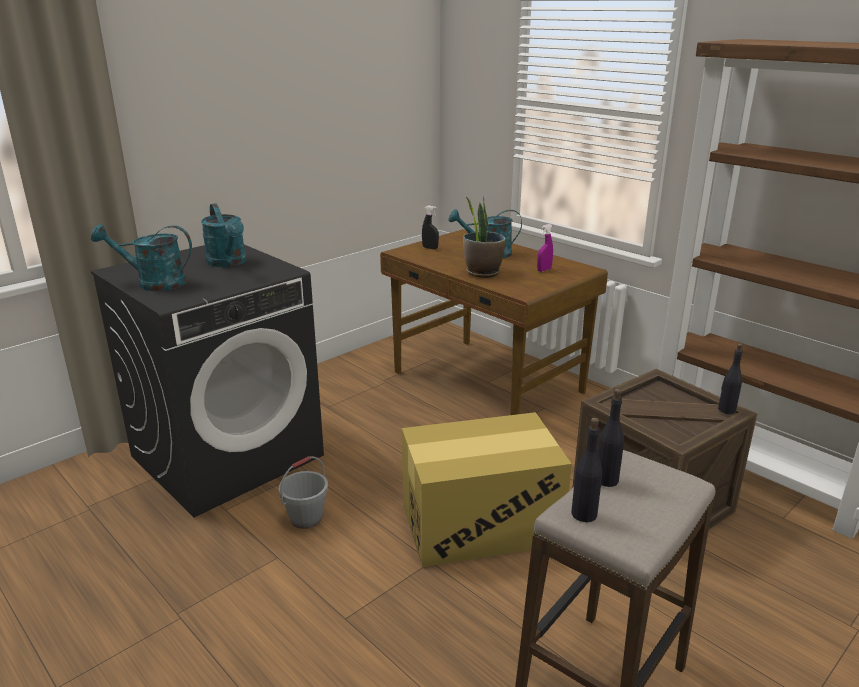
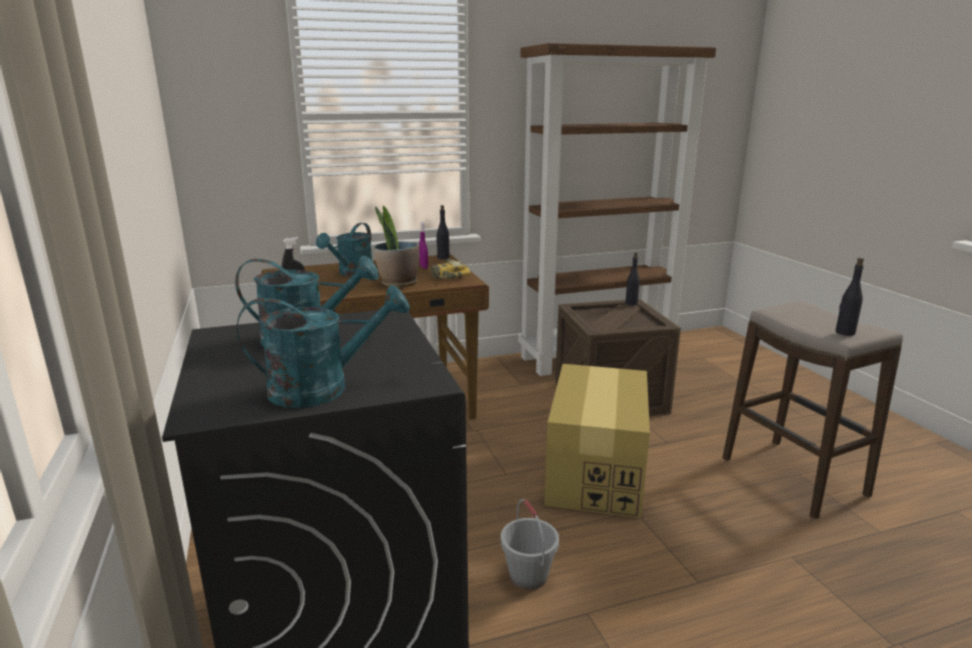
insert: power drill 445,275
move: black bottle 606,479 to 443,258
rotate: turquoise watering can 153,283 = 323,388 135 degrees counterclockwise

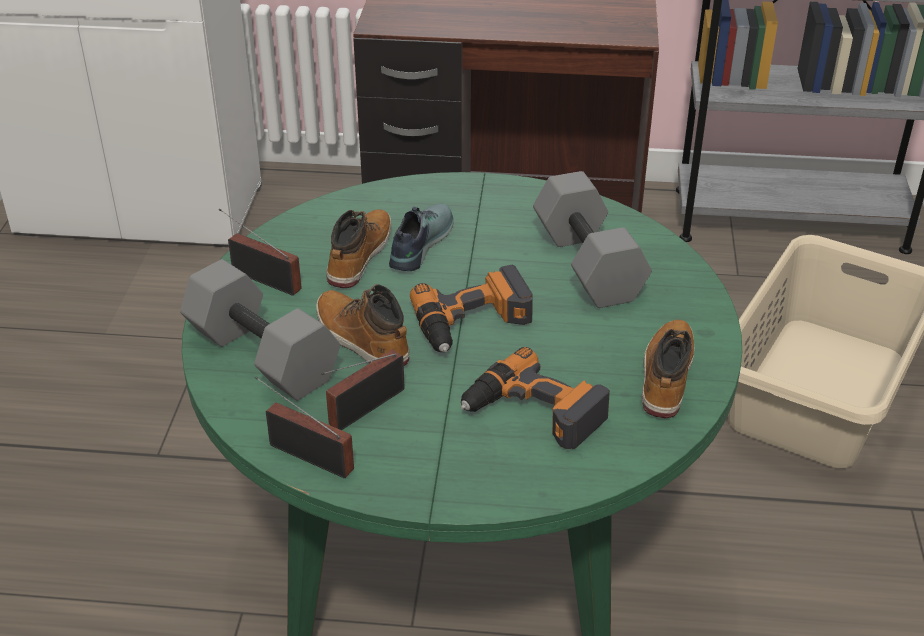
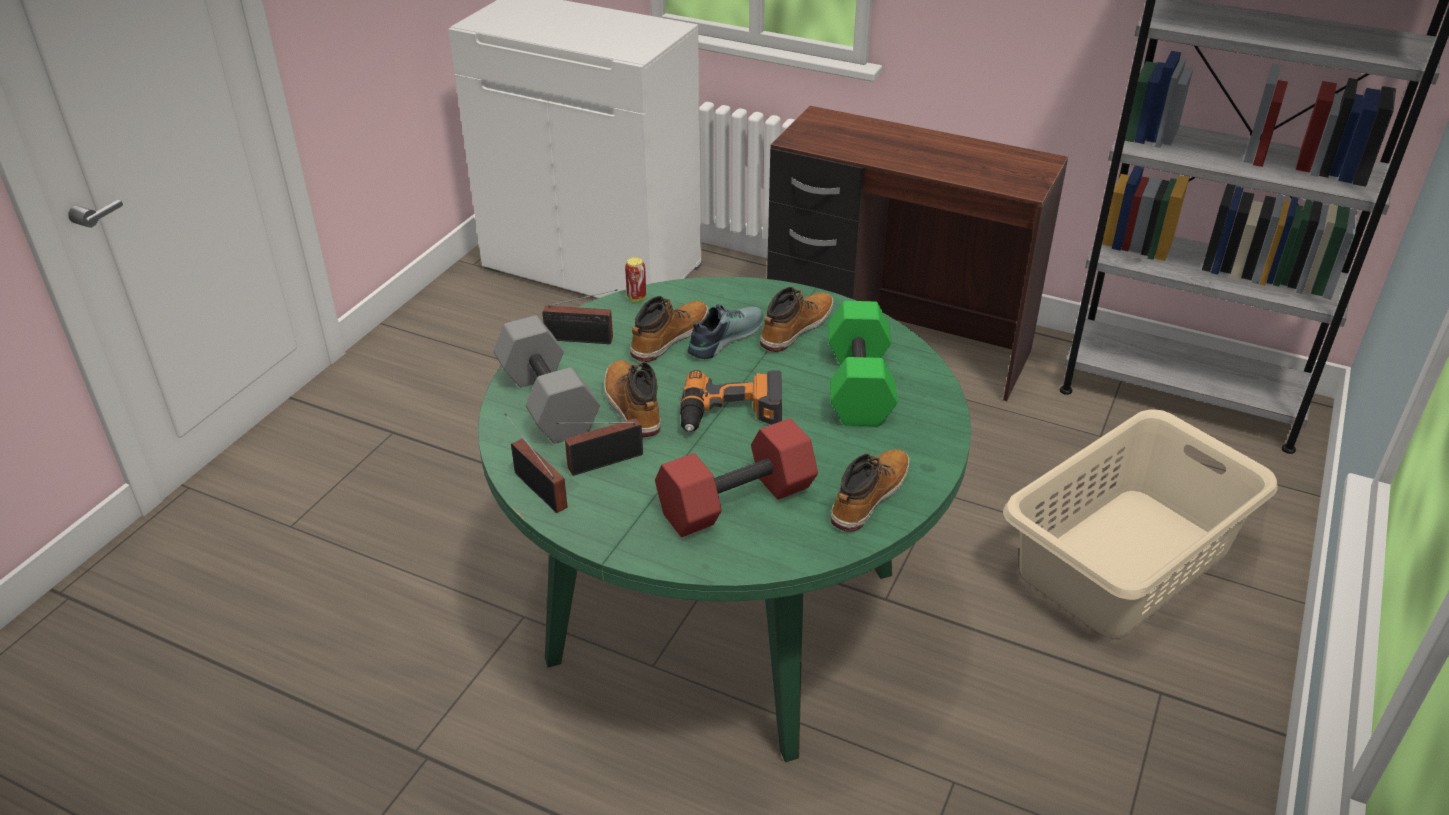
insert: can 636,297; boot 795,328
replace: power drill 533,413 to red dumbbell 736,499
recolor: grey dumbbell 590,264 to green dumbbell 861,386
rotate: radio 263,278 = 583,339 135 degrees clockwise

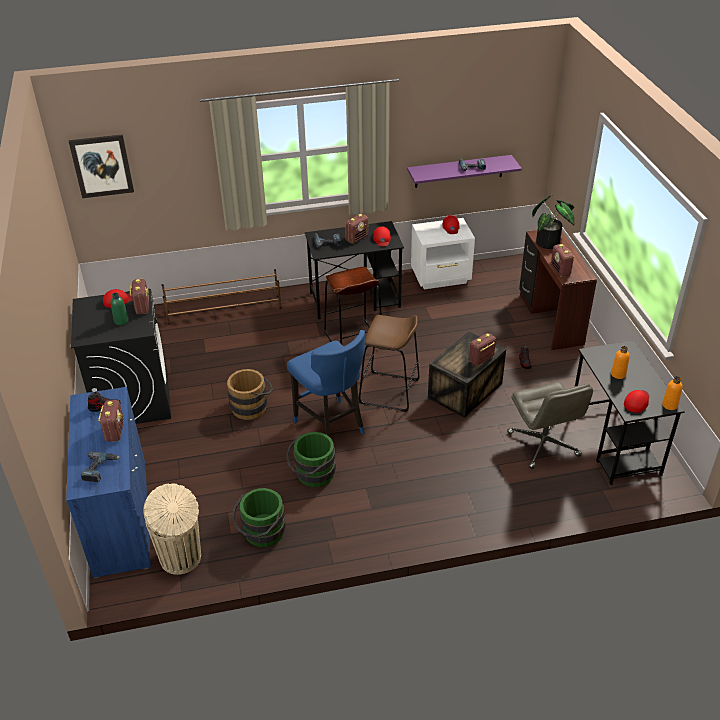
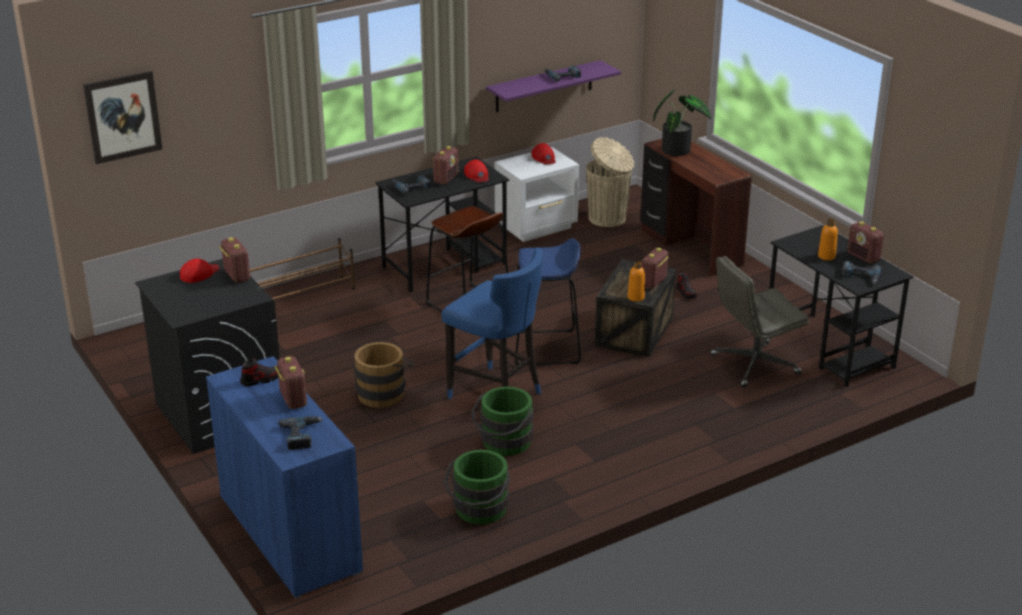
delete: green bottle 121,321
move: beige trash can 181,558 to 608,218; orange bottle 669,405 to 636,297; radio 560,271 to 863,257
replace: red cap 637,402 to power drill 860,276
recolor: brown stool 389,391 to blue stool 545,348
rotate: grey office chair 544,445 = 754,365 105 degrees clockwise

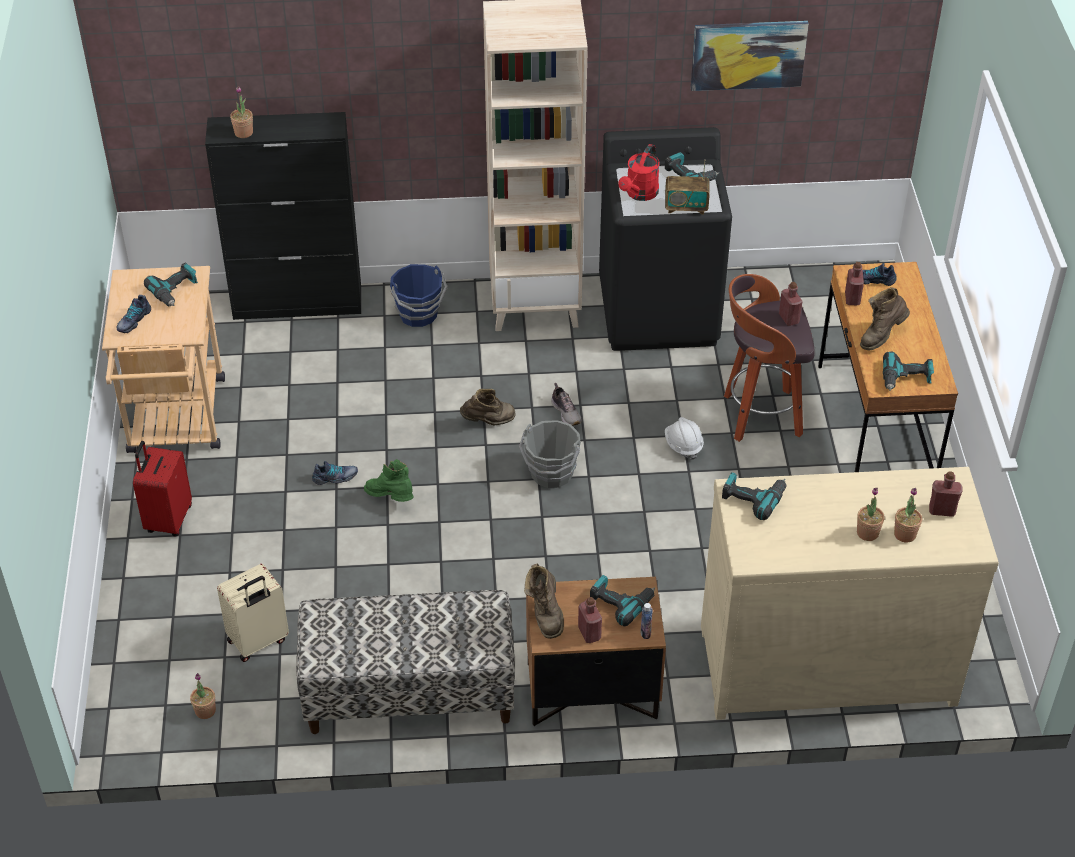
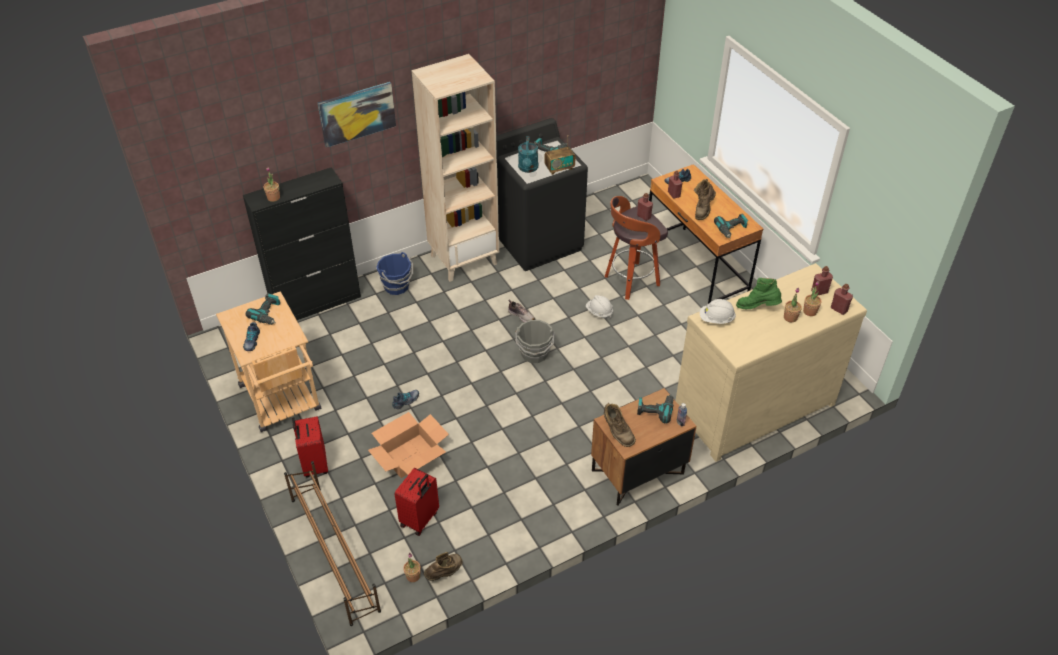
delete: bench 409,694
insert: brown shoe rack 334,553; cardboard box 410,456
move: picture 748,54 to 357,113; brown boot 488,422 to 445,573; green boot 391,499 to 757,307; red bottle 589,633 to 839,309
replace: power drill 753,497 to white hard hat 716,319
recolor: beige suitcase 258,641 to red suitcase 420,519; red watering can 639,194 to turquoise watering can 528,169

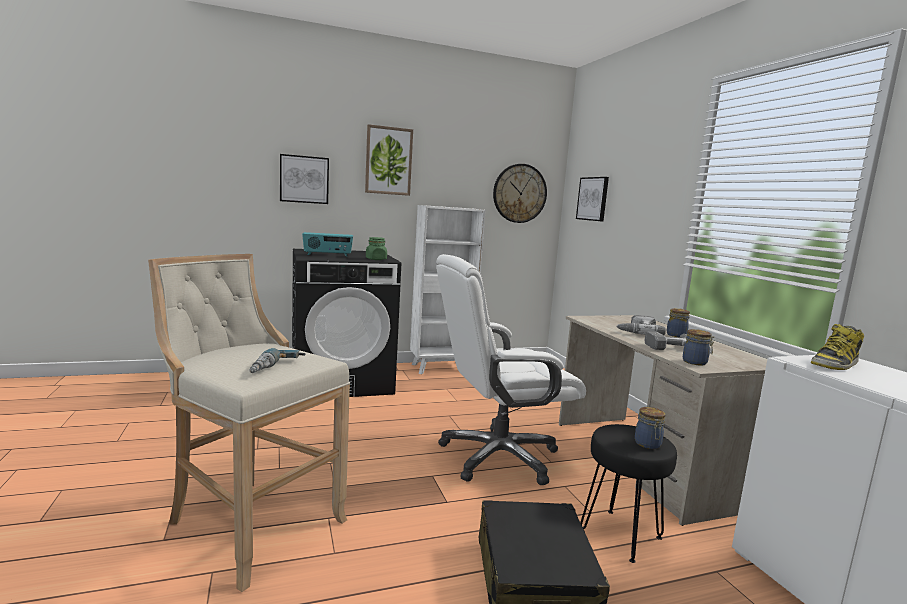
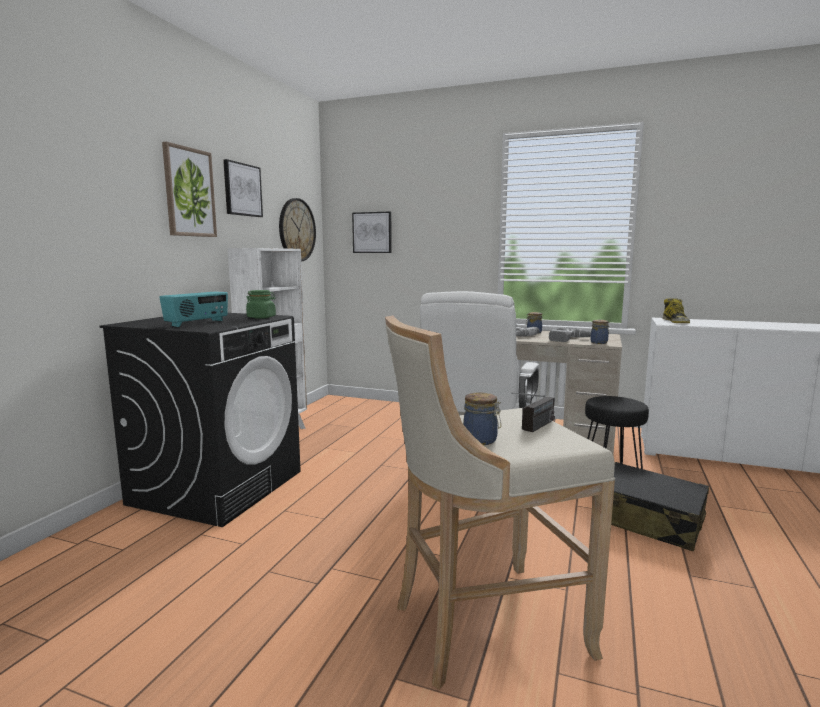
move: picture 304,179 to 242,189; jar 648,444 to 481,440
replace: power drill 277,369 to radio 533,428

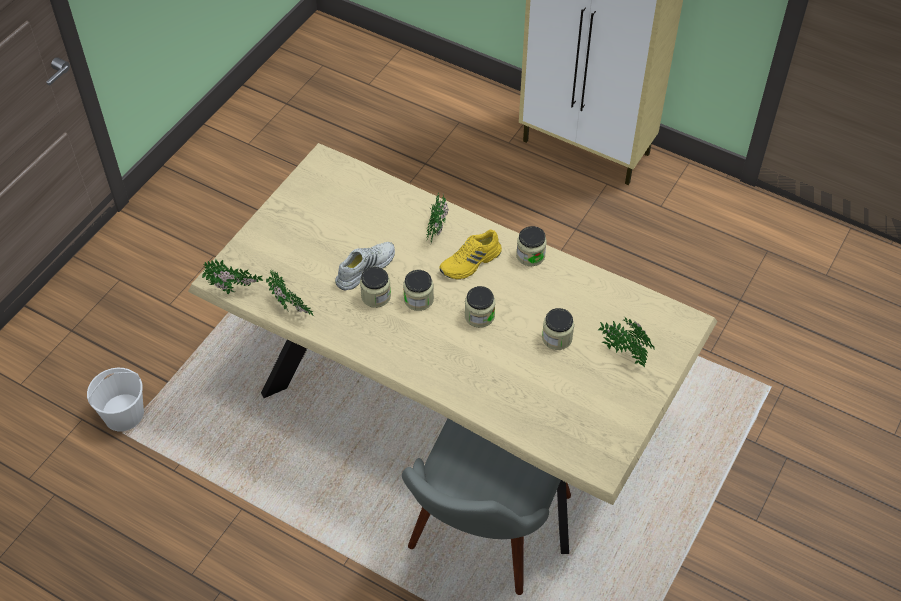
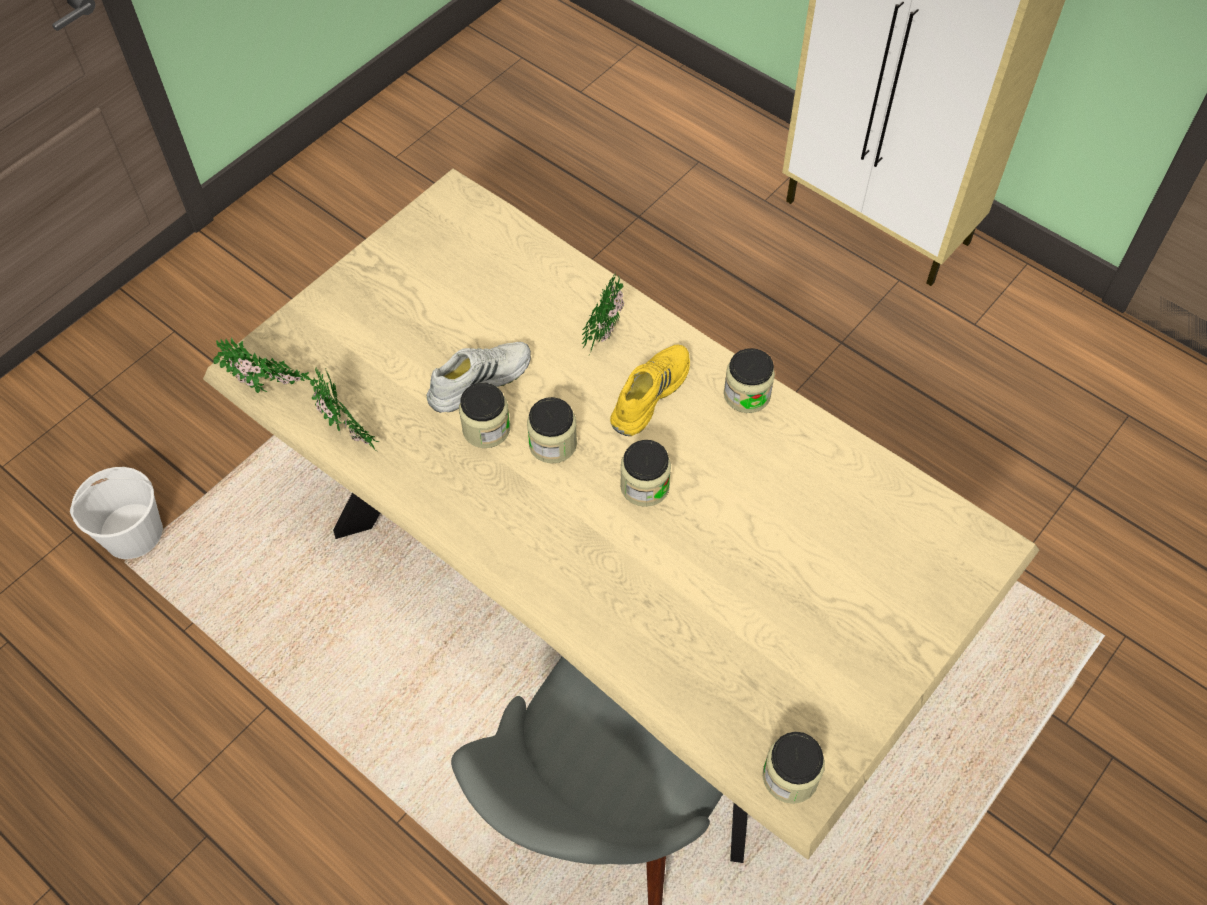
delete: potted plant 624,353
move: jar 557,338 to 790,776
rotate: yellow shoe 471,263 = 649,393 150 degrees clockwise

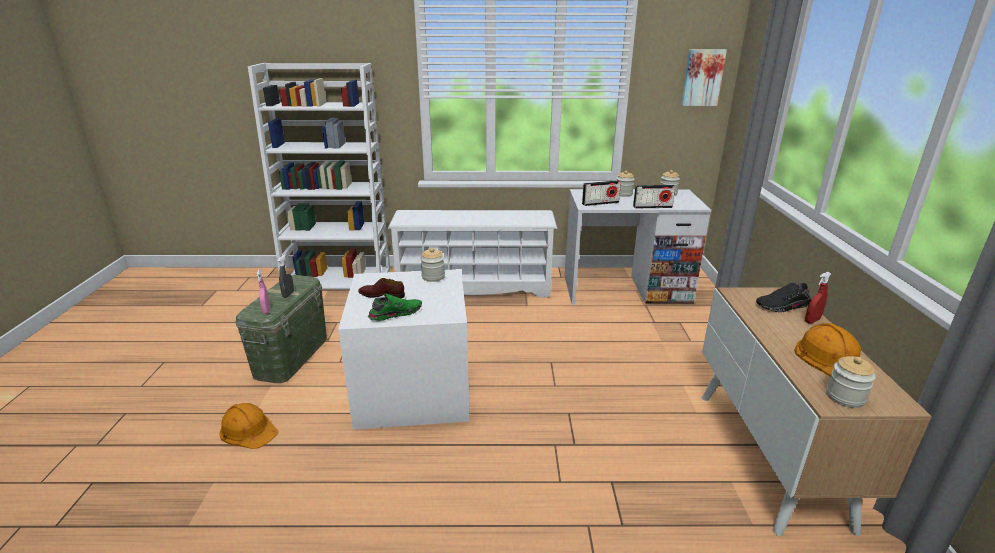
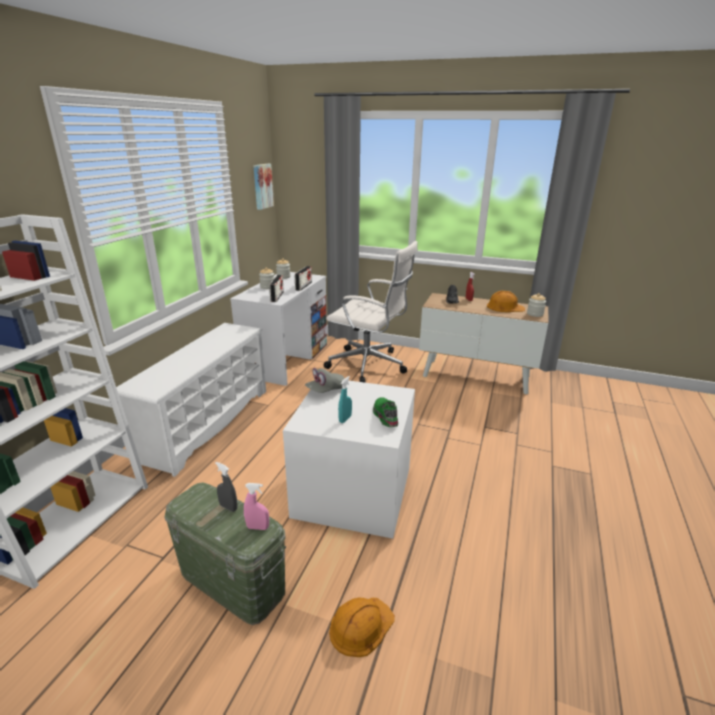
insert: white office chair 369,365
replace: jar 433,277 to grey cap 326,390; brown shoe 381,295 to turquoise spray bottle 345,419

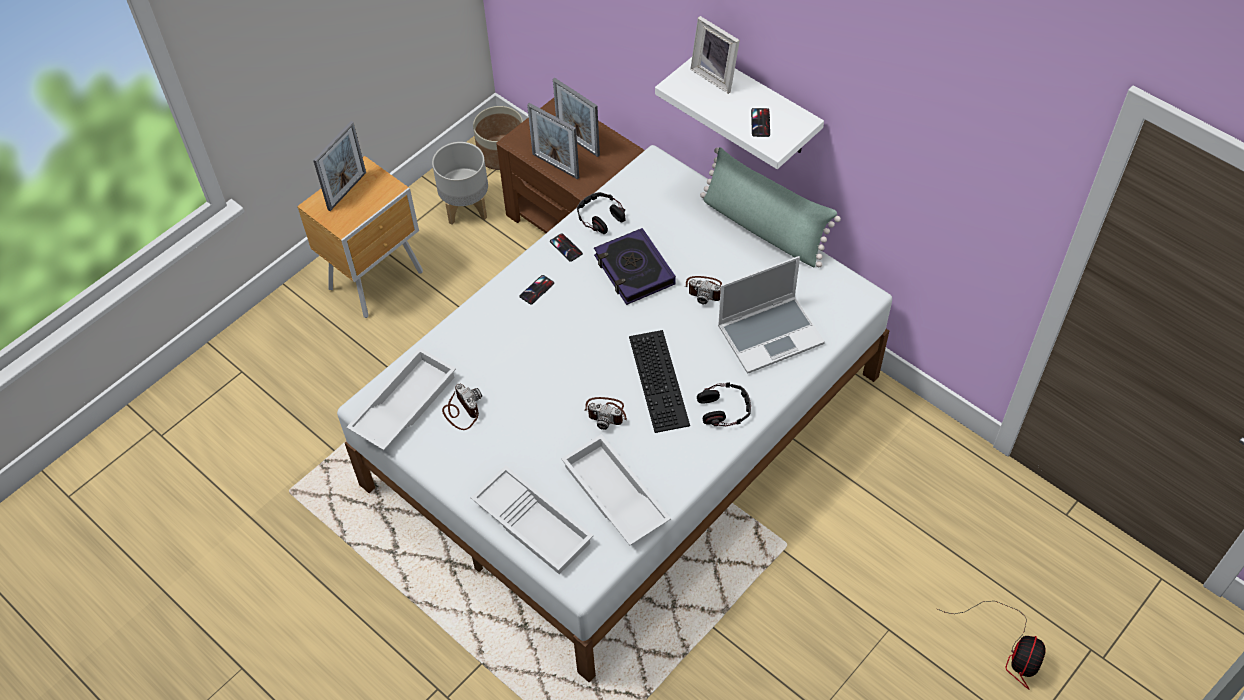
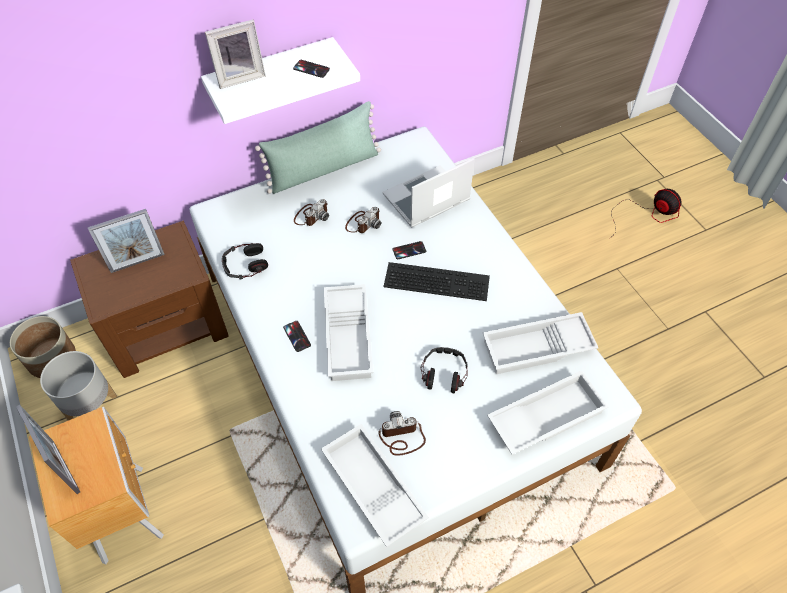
delete: picture frame 555,166; book 634,270
insert: white tray 349,336
move: photo camera 606,413 to 311,215; phone 566,247 to 409,250; headphones 724,409 to 443,373
rotate: laptop 770,334 = 426,199 120 degrees counterclockwise

